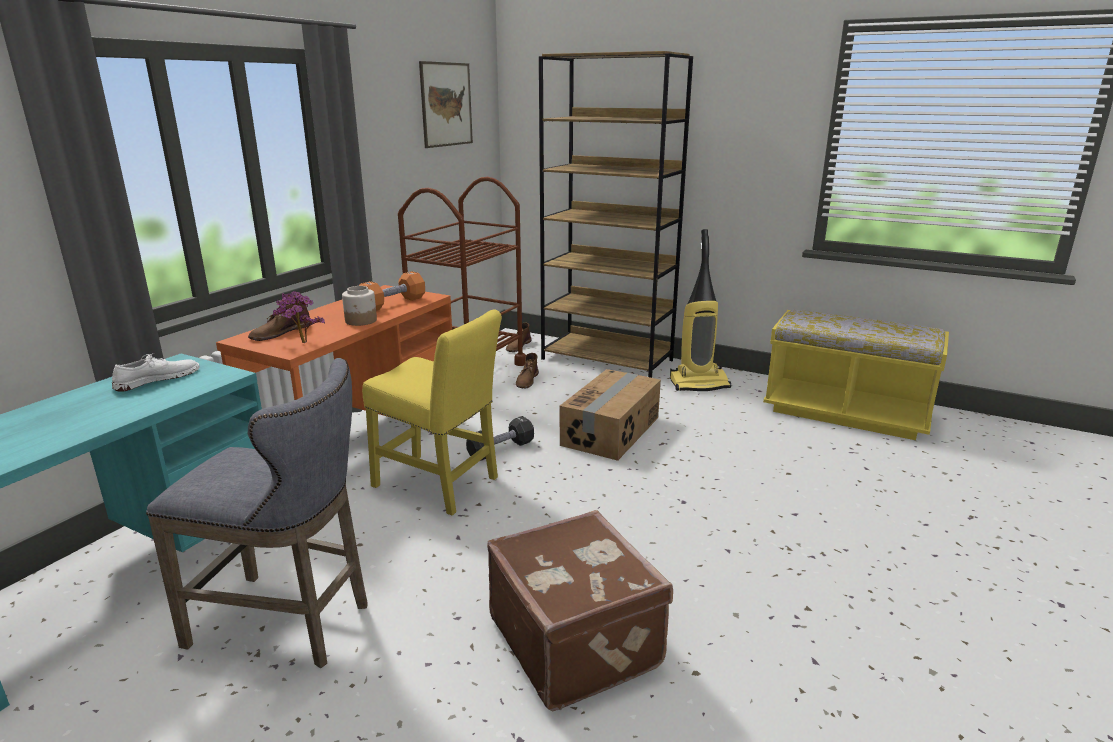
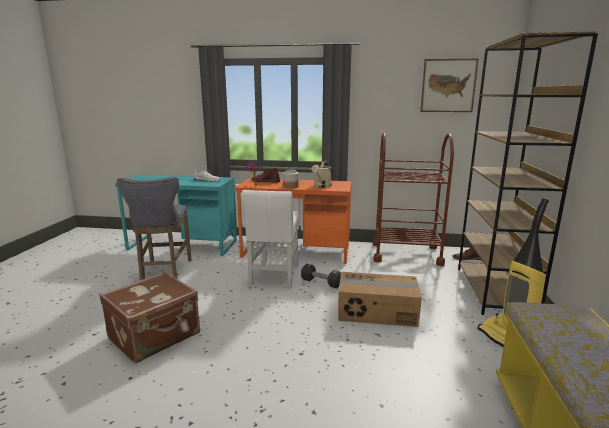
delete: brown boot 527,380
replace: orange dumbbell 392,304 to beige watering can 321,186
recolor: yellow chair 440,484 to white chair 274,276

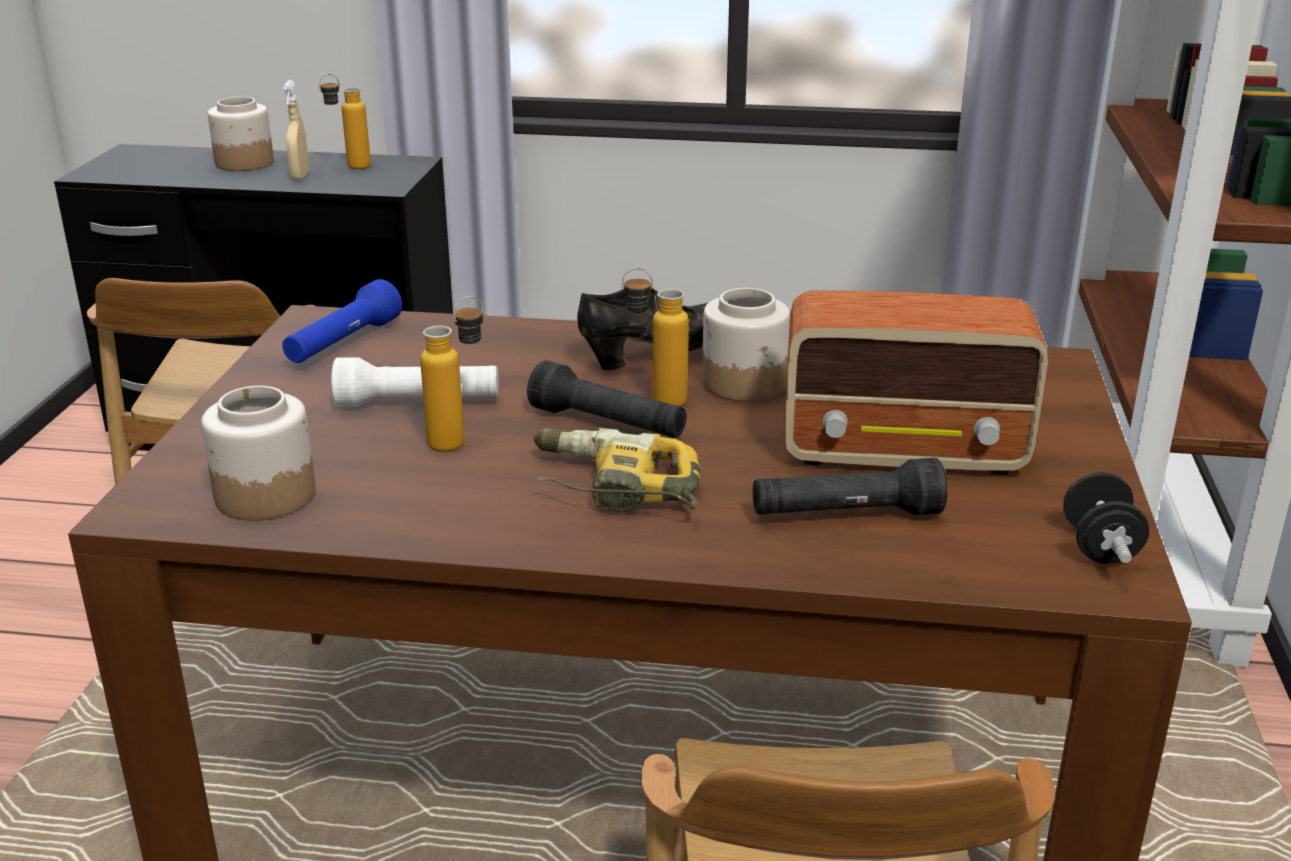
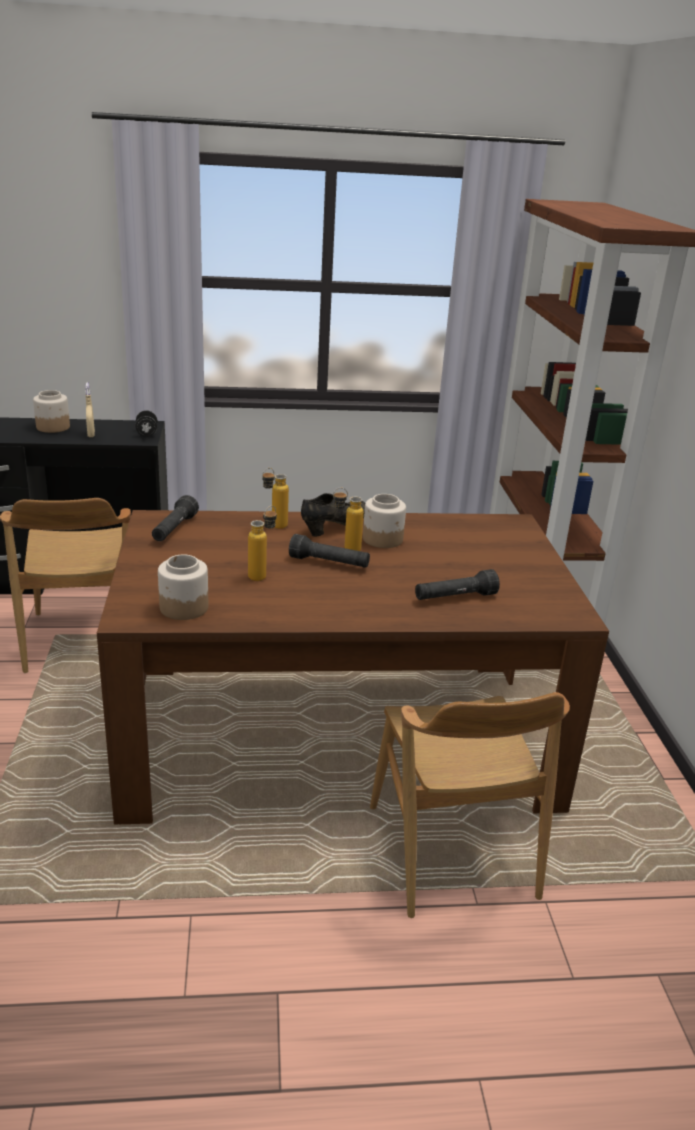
delete: white flashlight 418,403; power drill 612,488; radio 905,451
move: black dumbbell 1099,547 to 147,433; bottle 349,167 to 274,527
recolor: blue flashlight 343,344 to black flashlight 174,529

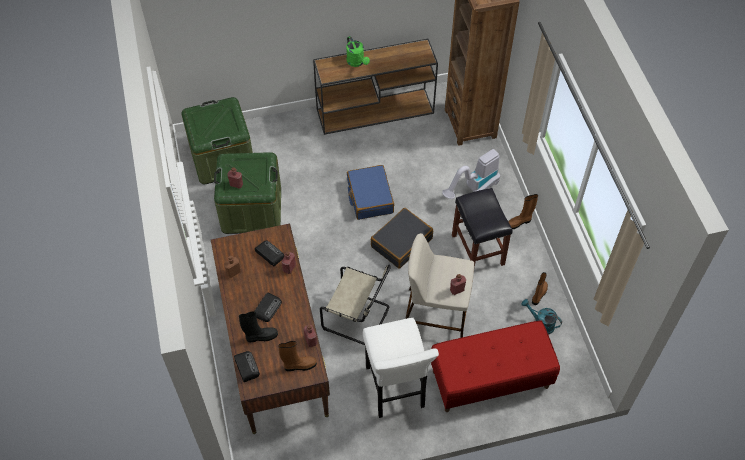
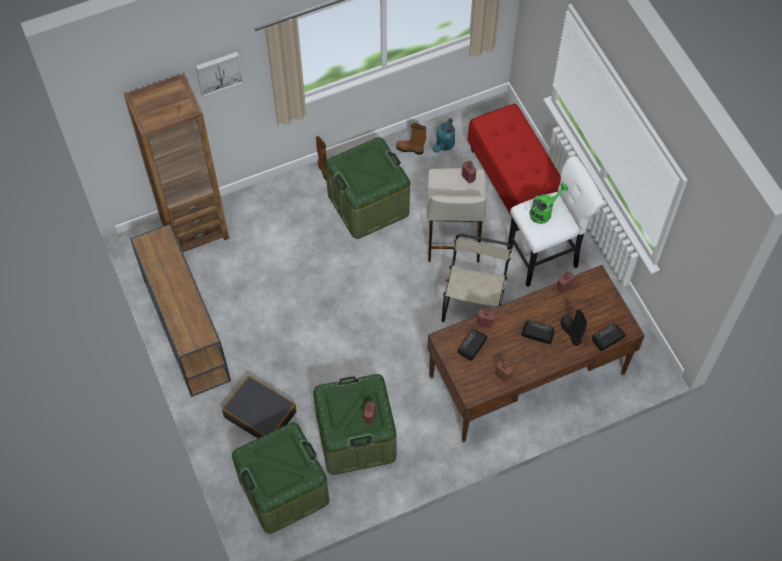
delete: brown boot 299,365; blue suitcase 369,197; vacuum cleaner 473,189
insert: picture 218,72
move: black suitcase 402,243 to 260,414; green watering can 357,62 to 544,212
replace: black stool 478,250 to green storage box 368,204

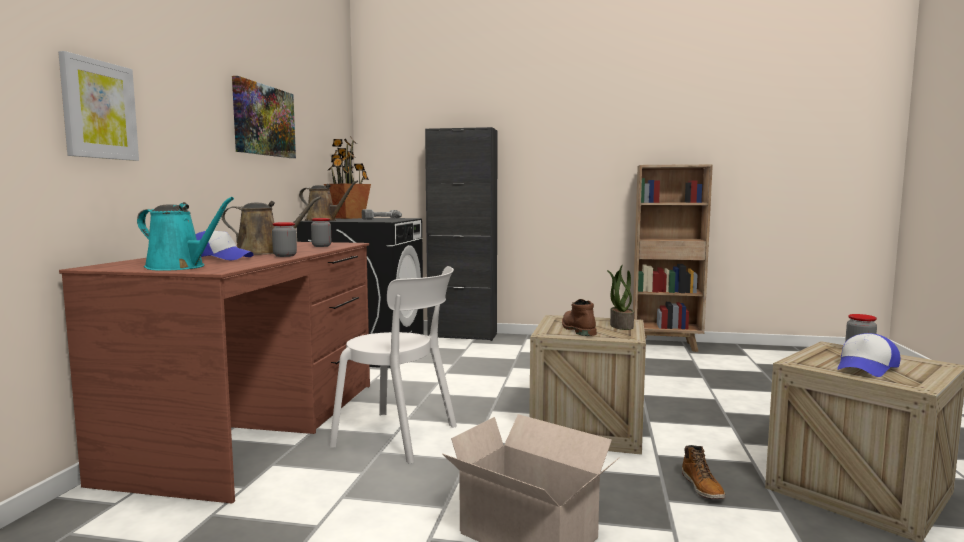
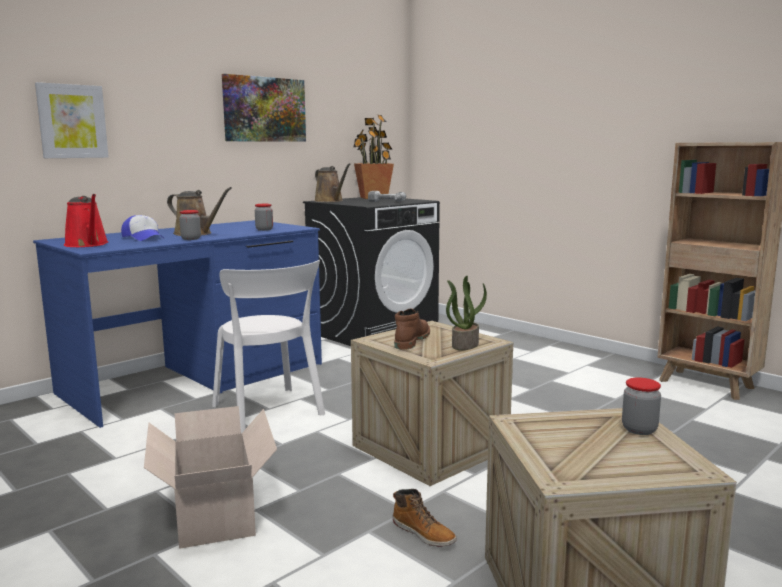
delete: black cabinet 462,336; cap 866,367
recolor: brown desk 257,426 to blue desk 196,378; turquoise watering can 180,267 to red watering can 87,245
rotate: boot 702,487 = 424,533 75 degrees counterclockwise

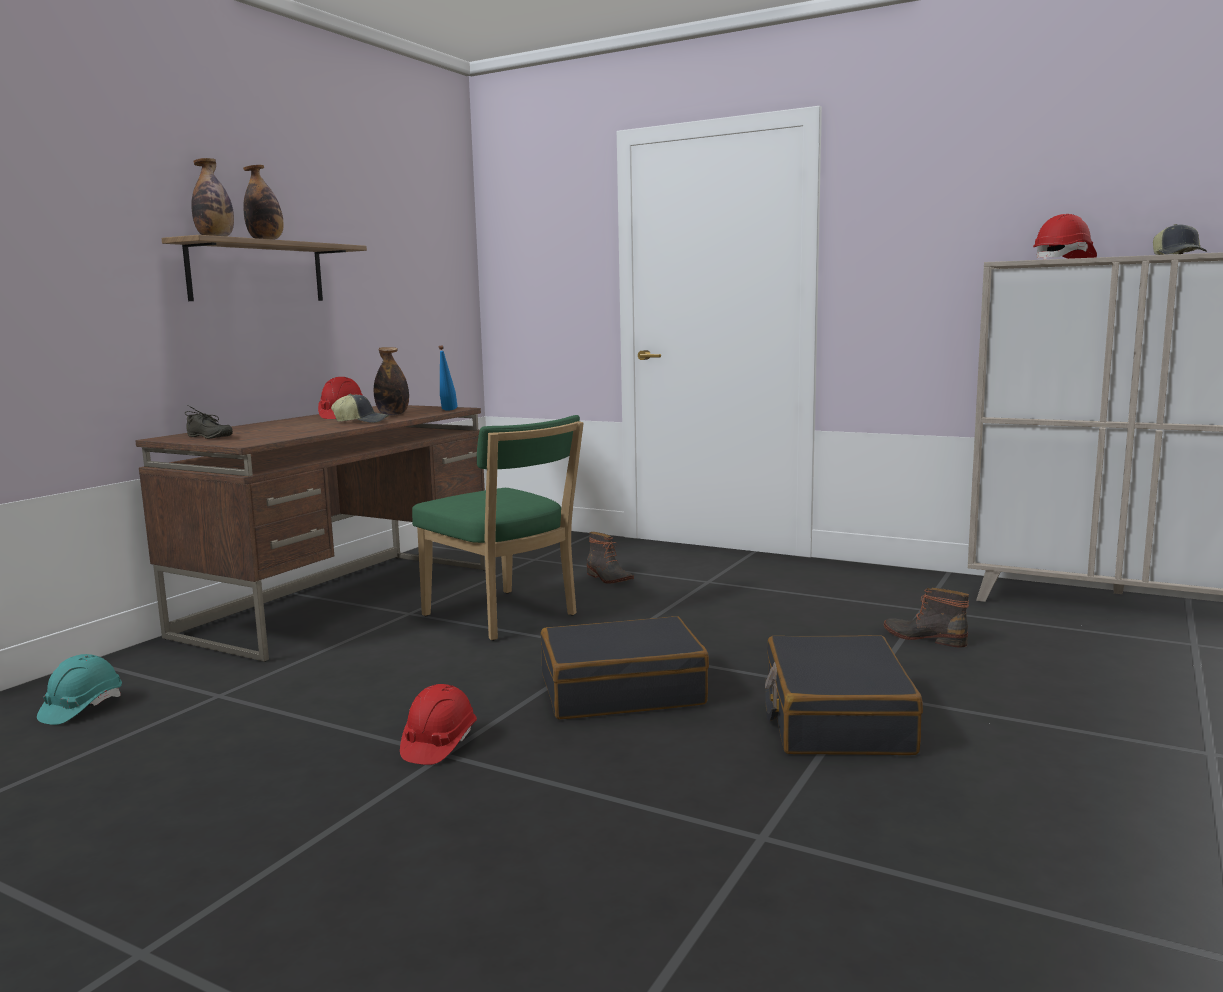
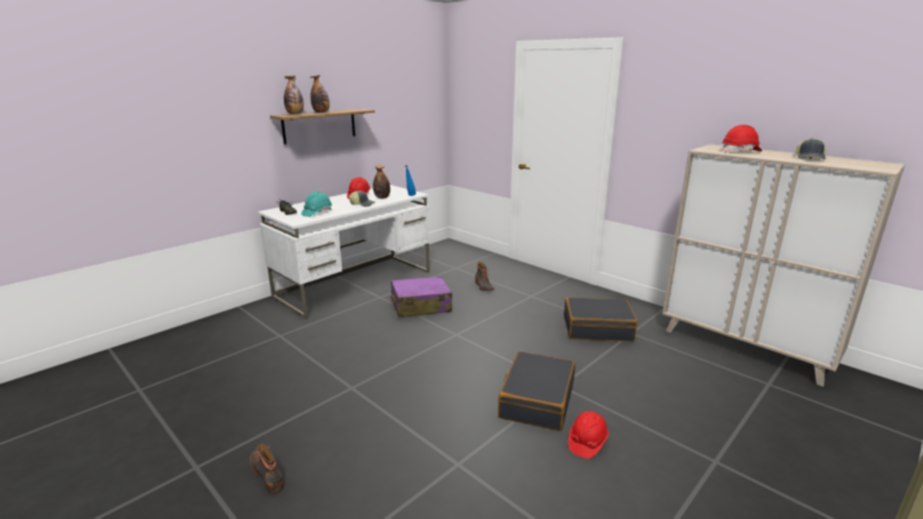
move: boot 925,637 to 268,473; turquoise hard hat 81,708 to 317,212; black suitcase 621,690 to 597,328; red hard hat 439,744 to 587,442
replace: green chair 504,617 to purple suitcase 420,306
recolor: brown desk 343,600 to white desk 355,284

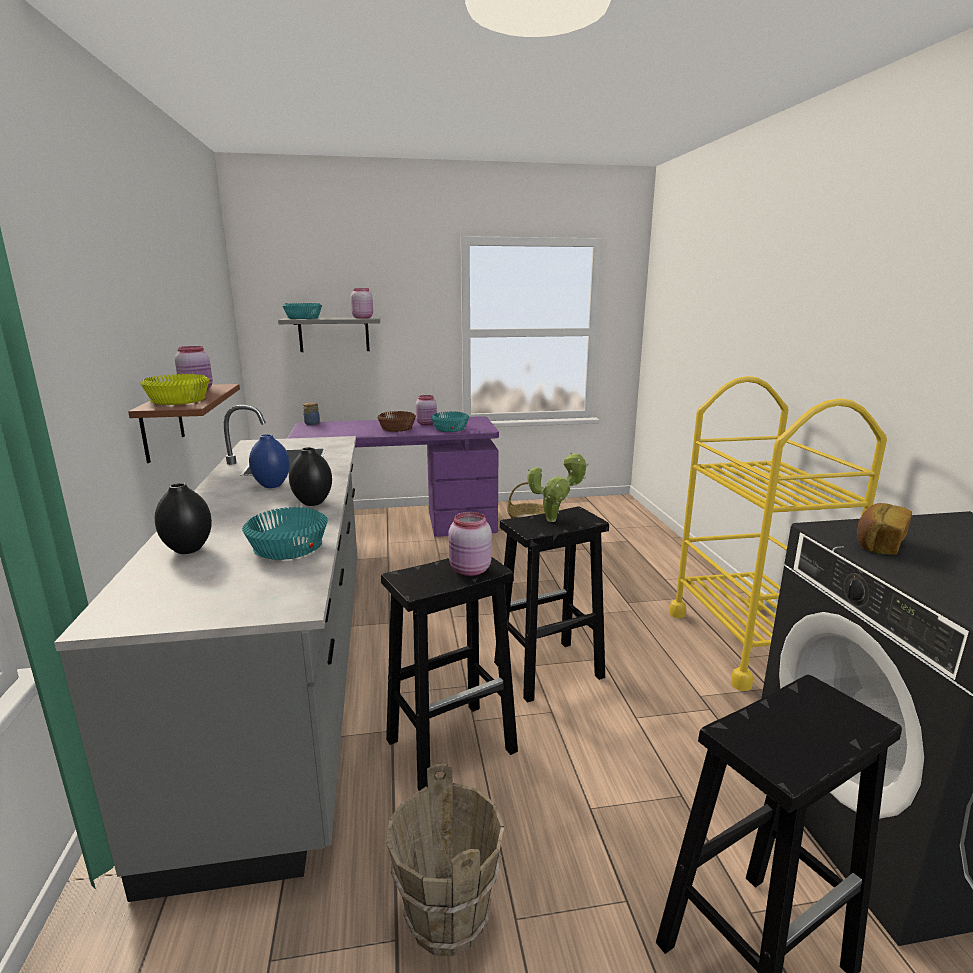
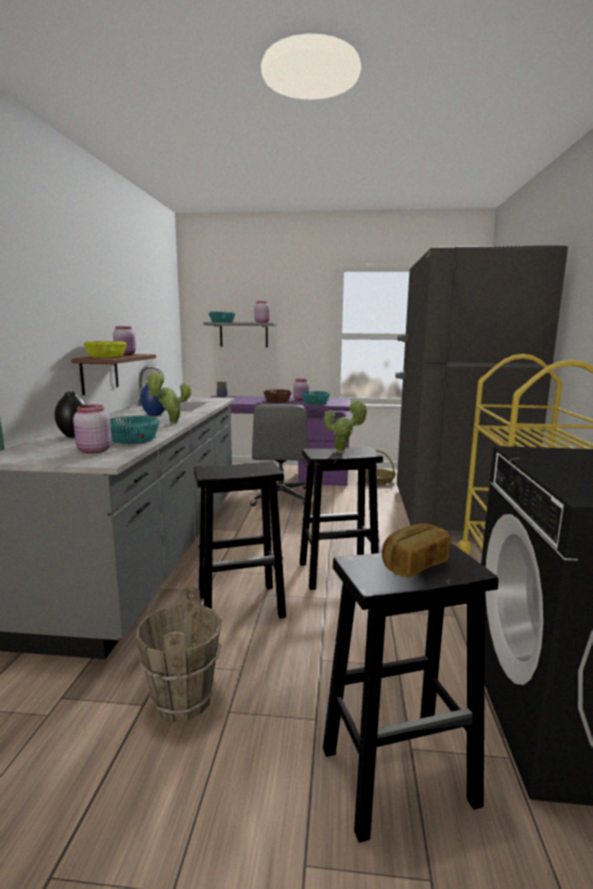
insert: grey office chair 281,497; grey fridge 452,512
move: pink jar 469,570 to 93,451; bread 878,544 to 413,565
replace: black vase 313,503 to potted plant 170,423

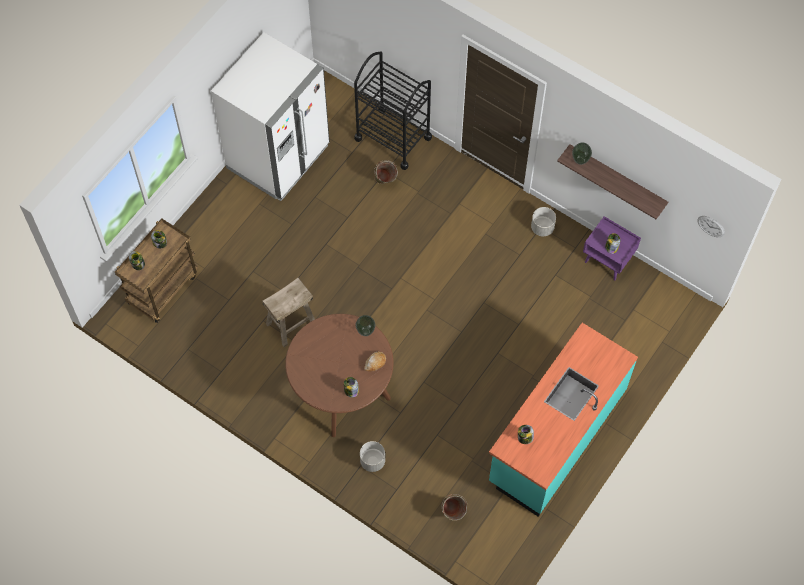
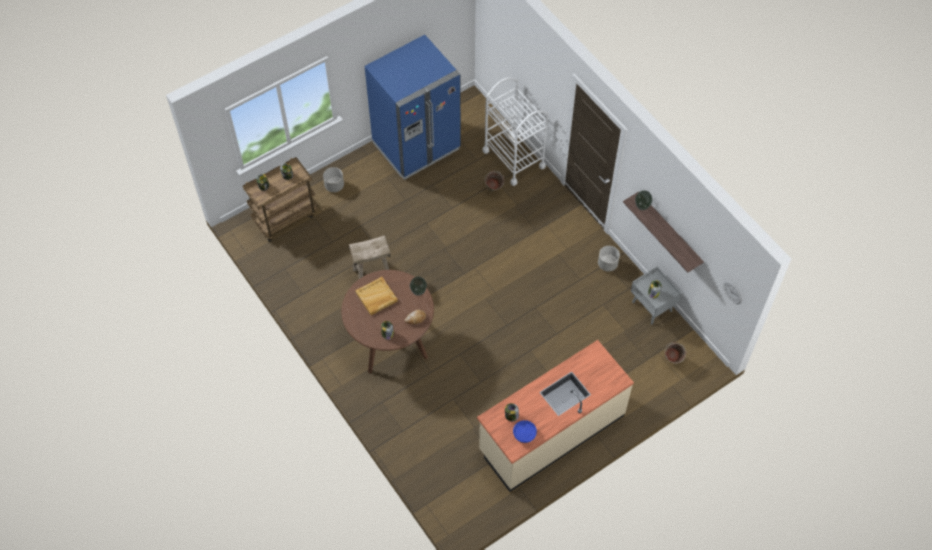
insert: beige tray 376,297; blue bowl 524,434
move: grey planter 372,461 to 334,186; green bucket 452,513 to 672,361
recolor: white fridge 278,157 to blue fridge 416,146; turquoise counter 556,436 to beige counter 551,432; black cart 393,138 to white cart 514,158; purple nightstand 608,260 to grey nightstand 652,306

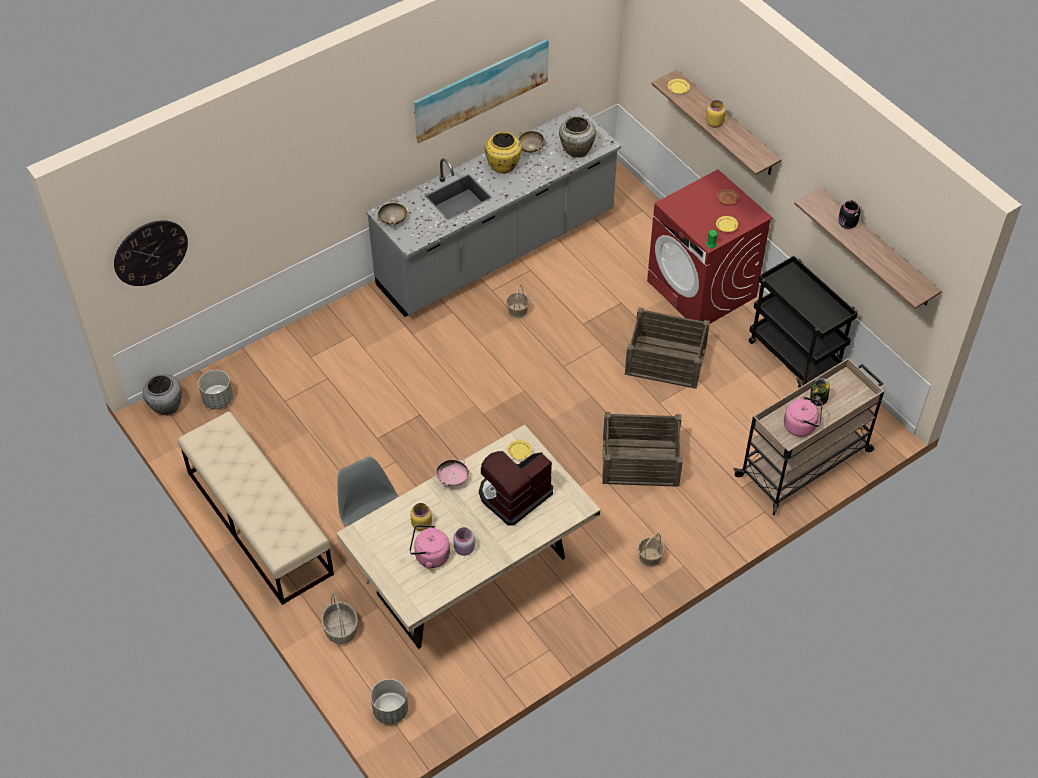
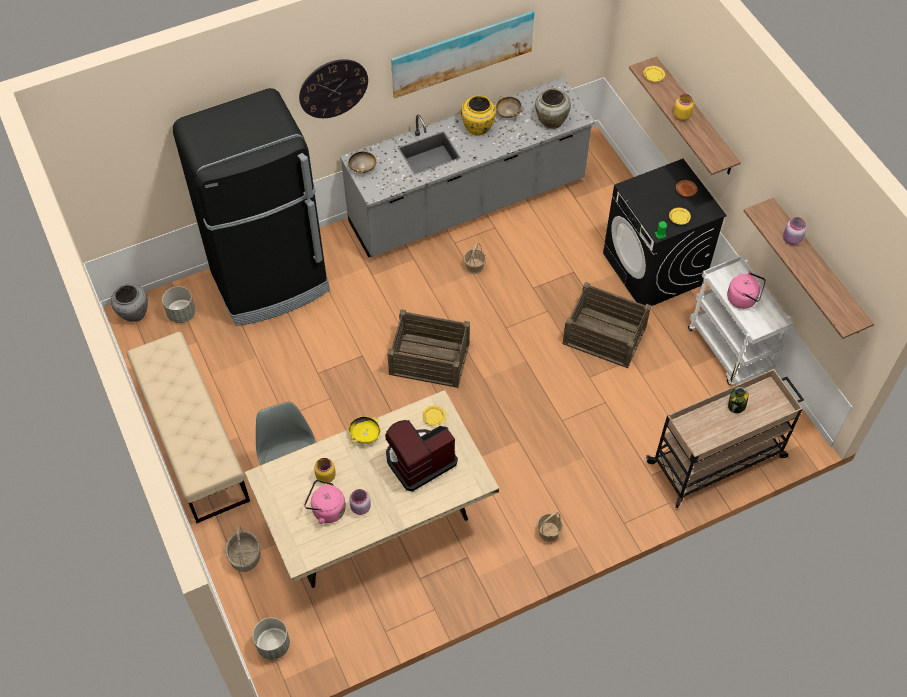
insert: black fridge 271,283
move: wall clock 150,252 to 333,88; crate 641,461 to 429,359; pink kettle 801,426 to 743,299
recolor: pink bowl 453,479 to yellow bowl 365,435; red washing machine 702,289 to black washing machine 654,269; black cart 795,357 to white cart 730,350; black jar 846,224 to pink jar 791,239

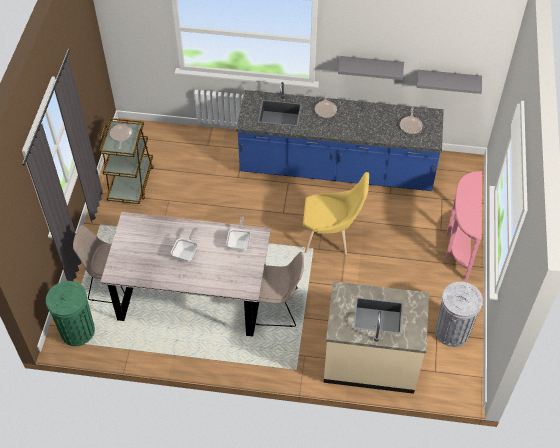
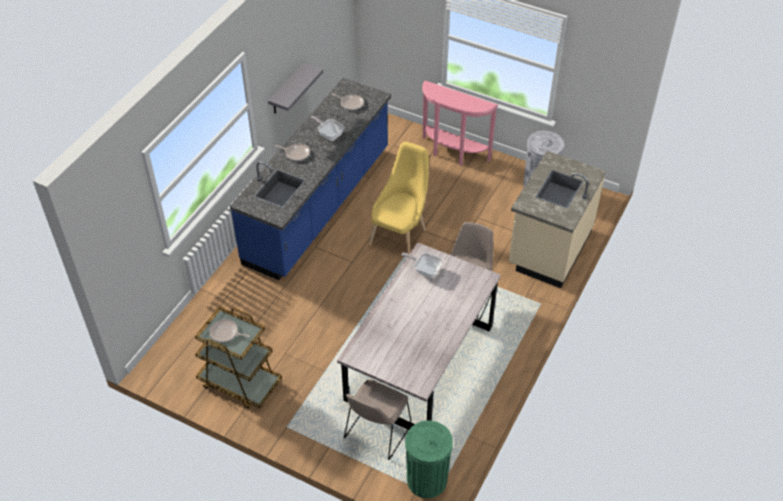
delete: grey shelf 448,80
move: frying pan 186,253 to 329,134

